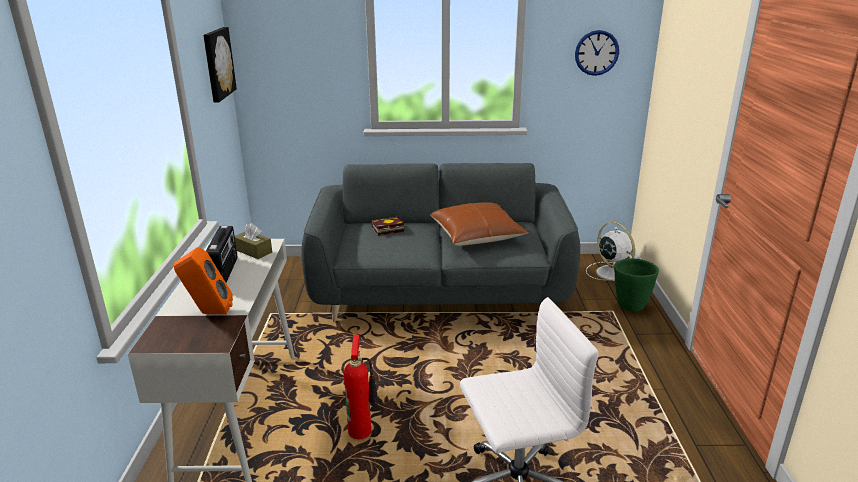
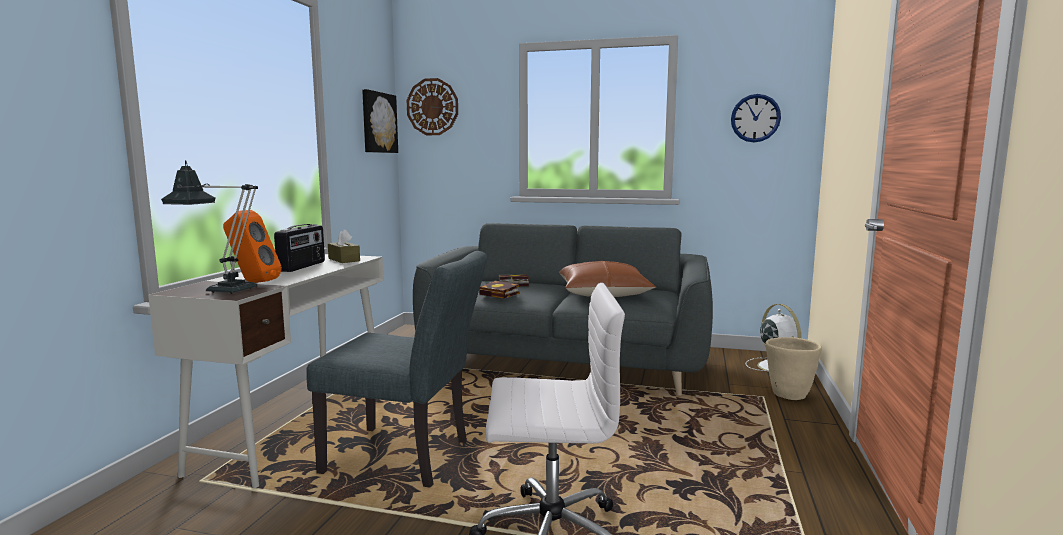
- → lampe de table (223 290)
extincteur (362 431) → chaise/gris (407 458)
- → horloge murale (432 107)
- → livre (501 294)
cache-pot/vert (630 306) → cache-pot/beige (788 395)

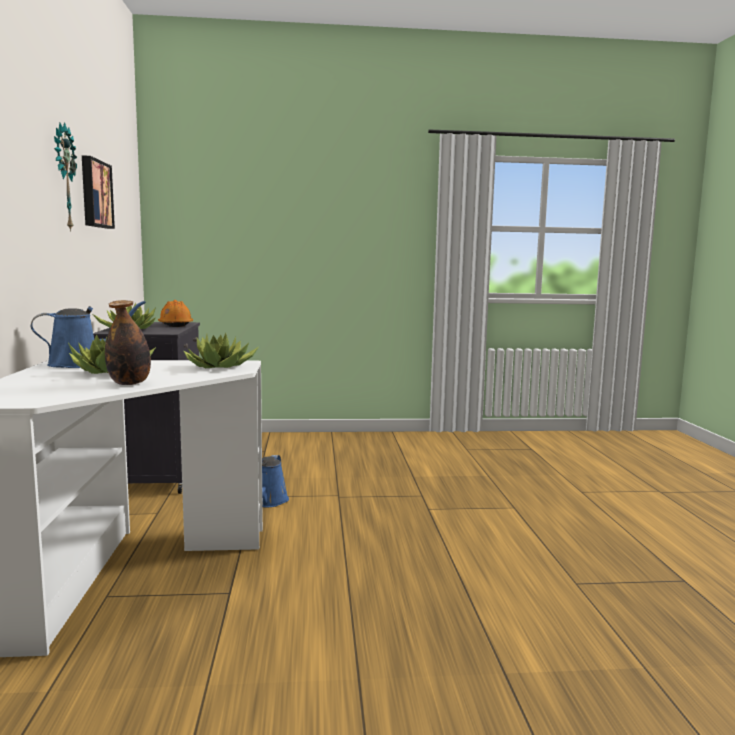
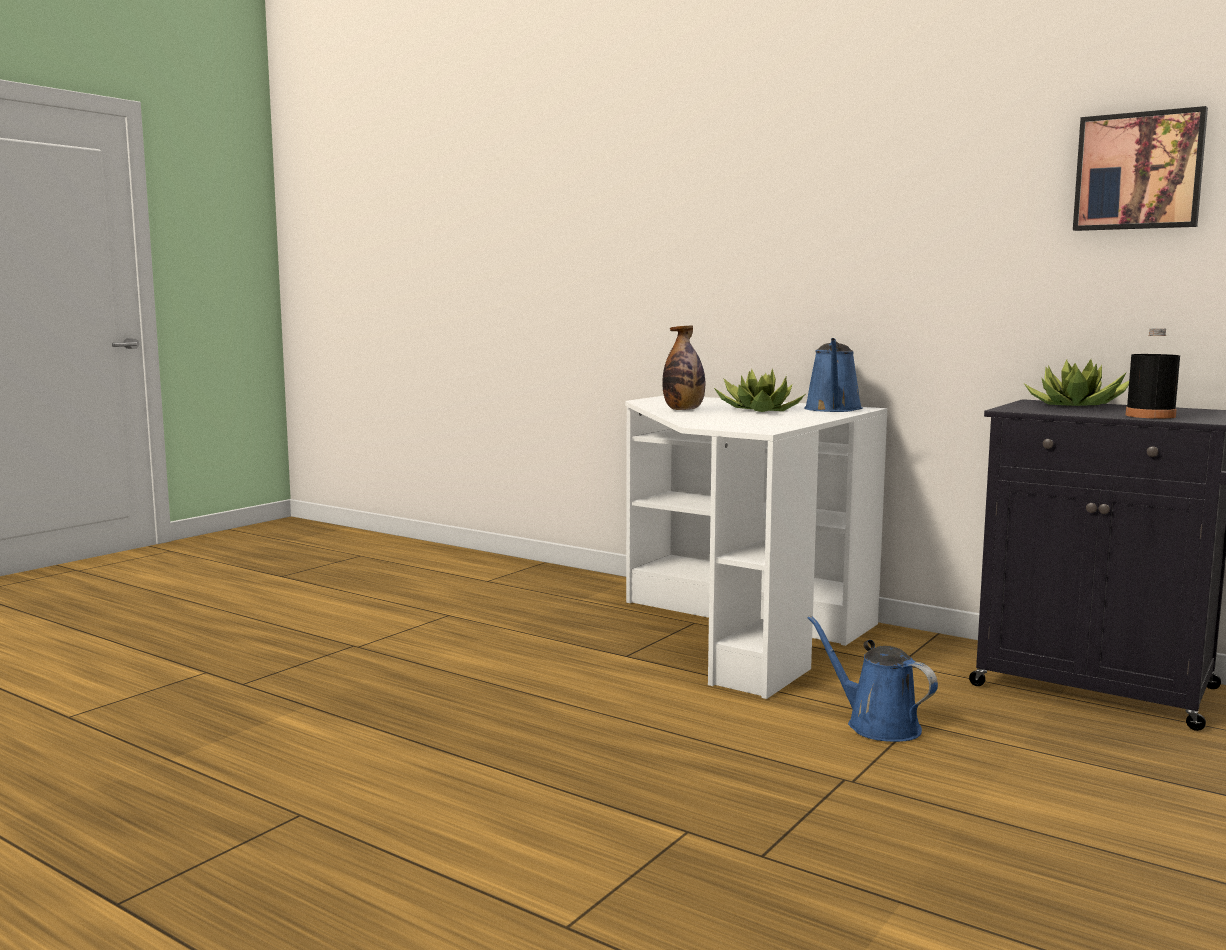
casque de chantier/orange (175 325) → bouteille/noir (1150 416)
horloge murale (62 177) → -
plante en pot (219 366) → -

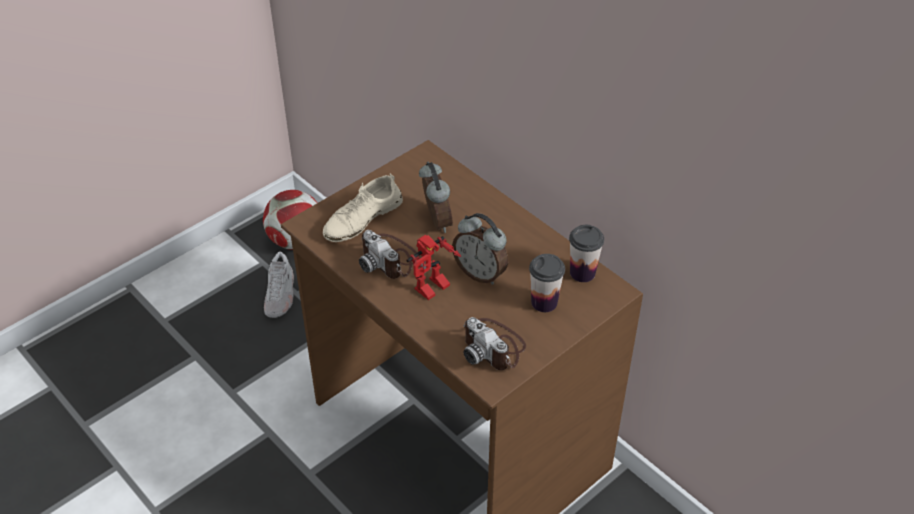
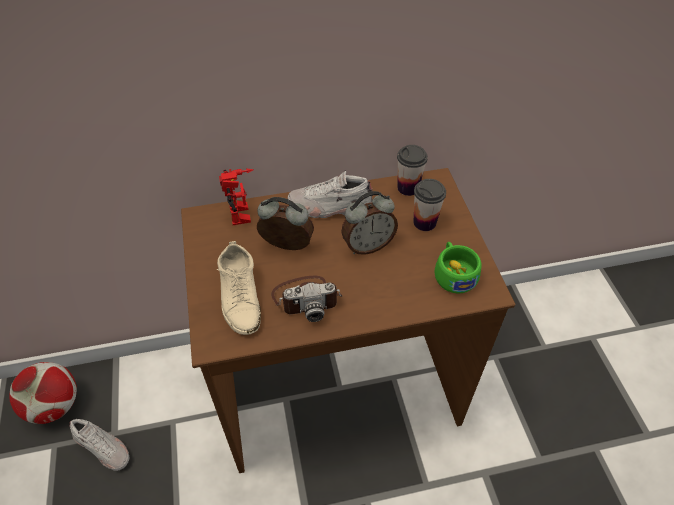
robot jouet (433 290) → robot jouet (244 215), moved
- → chaussure/blanc (330 207)
appareil photo (493 347) → tasse/vert (453 273)

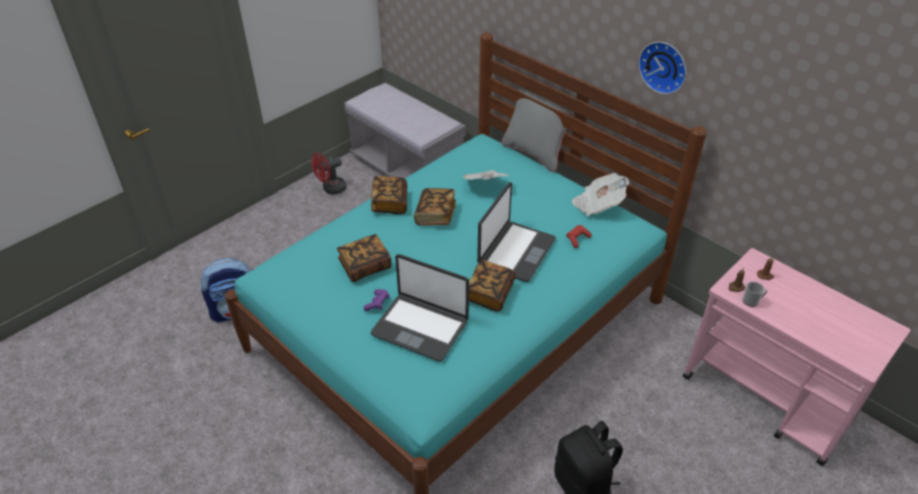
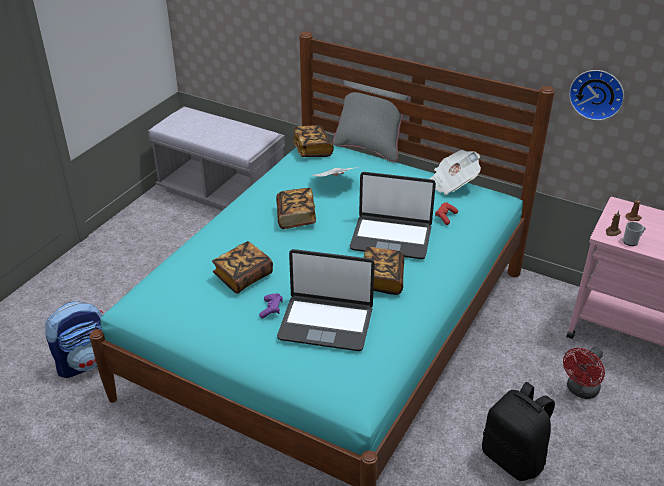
livre (389 203) → livre (312 150), moved
ordinateur portable (515 252) → ordinateur portable (391 237), 90 degrees clockwise
ventilateur/rouge (331 189) → ventilateur/rouge (580 390), moved
horloge murale (664 66) → horloge murale (597 93), moved

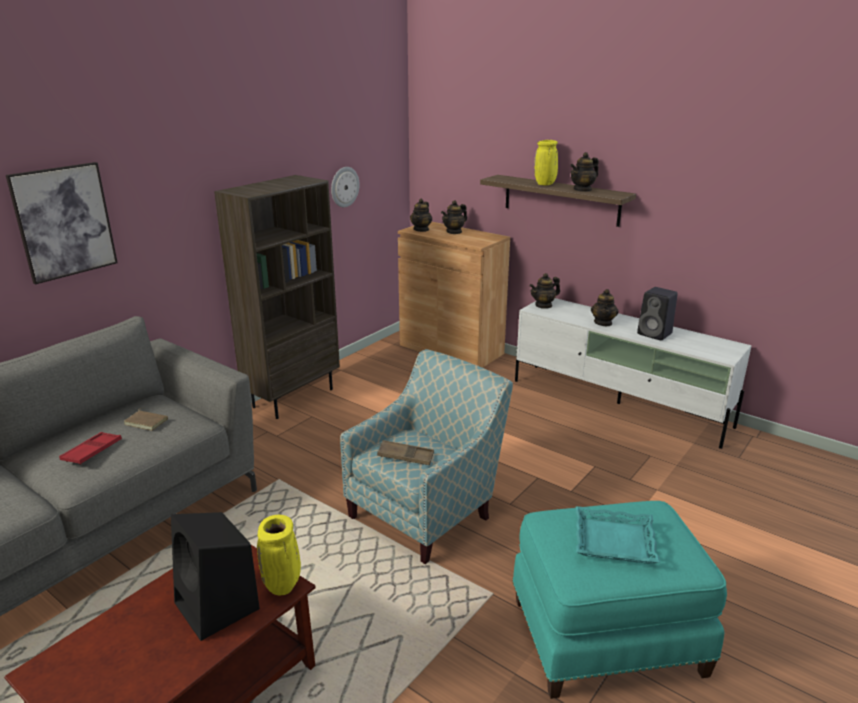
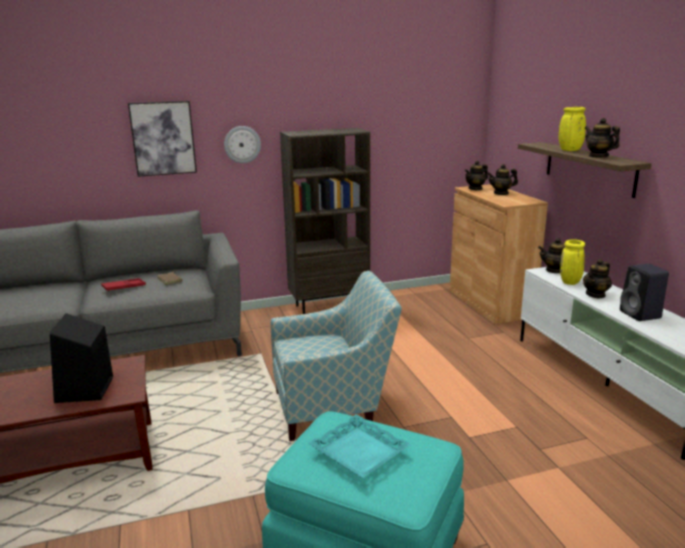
horloge murale (344 187) → horloge murale (242 144), moved
vase/jaune (283 586) → vase/jaune (570 283), moved
théière (582 189) → théière (598 156), 60 degrees clockwise
plateau/marron (405 456) → -

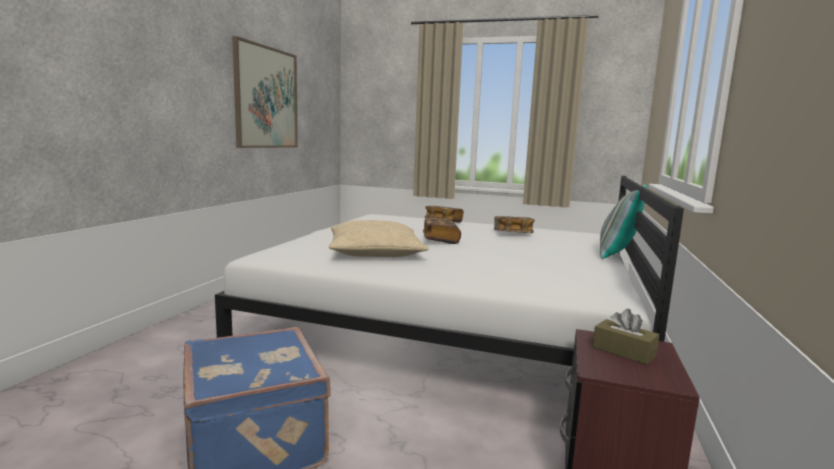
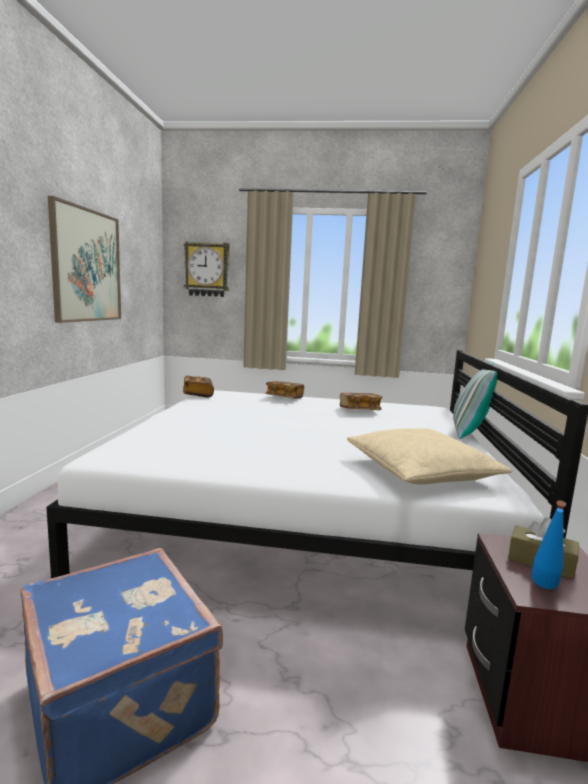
livre (440 240) → livre (198 394), moved
- → horloge murale (207 269)
coussin/beige (375 252) → coussin/beige (420 471), moved
- → bouteille/bleu (544 590)

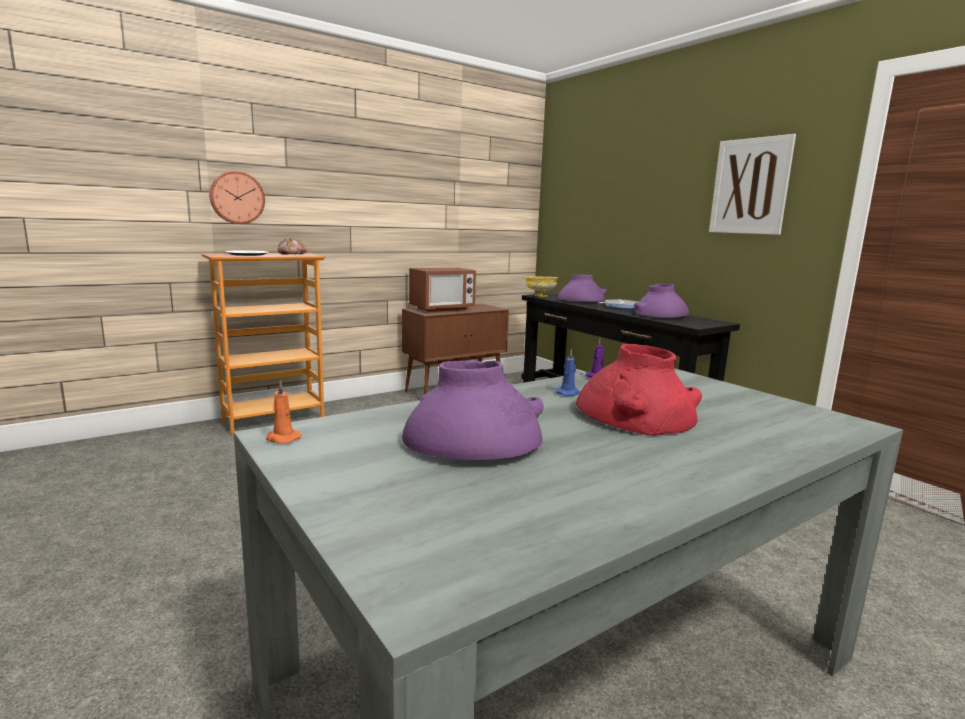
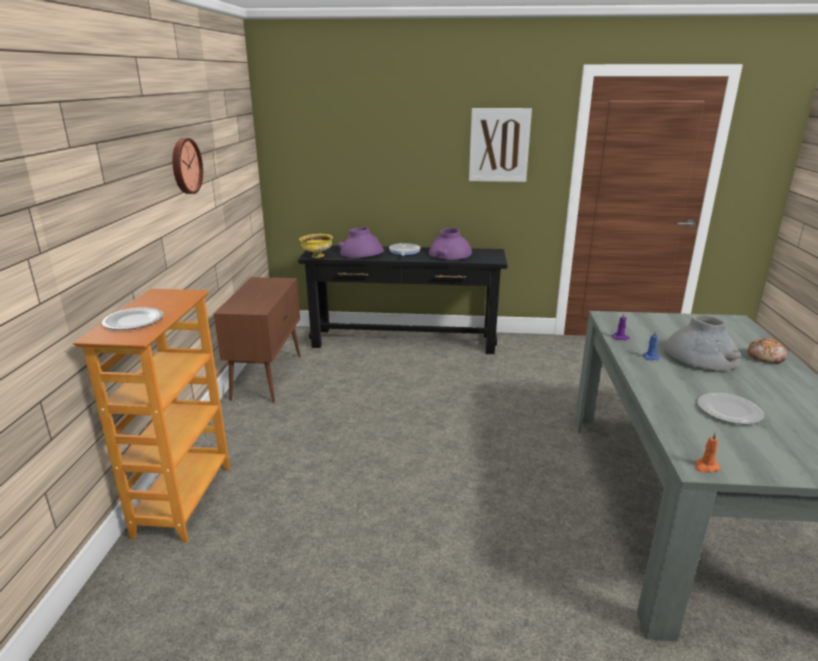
horloge murale (237 197) → horloge murale (185 166), moved
vase/rouge (636 414) → vase/gris (700 356)
vase/violet (472 439) → assiette (728 411)
pain (292 254) → pain (766 357), moved
micro-ondes (442 309) → -

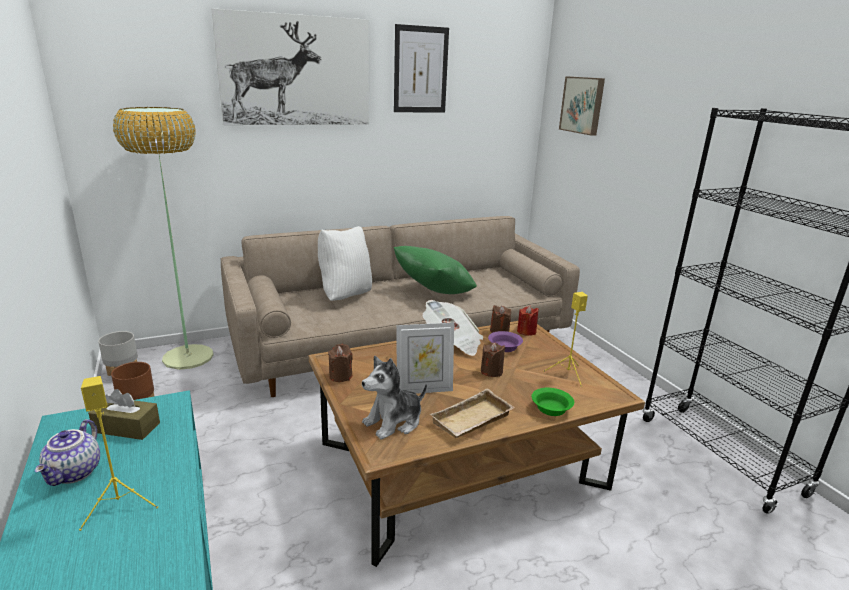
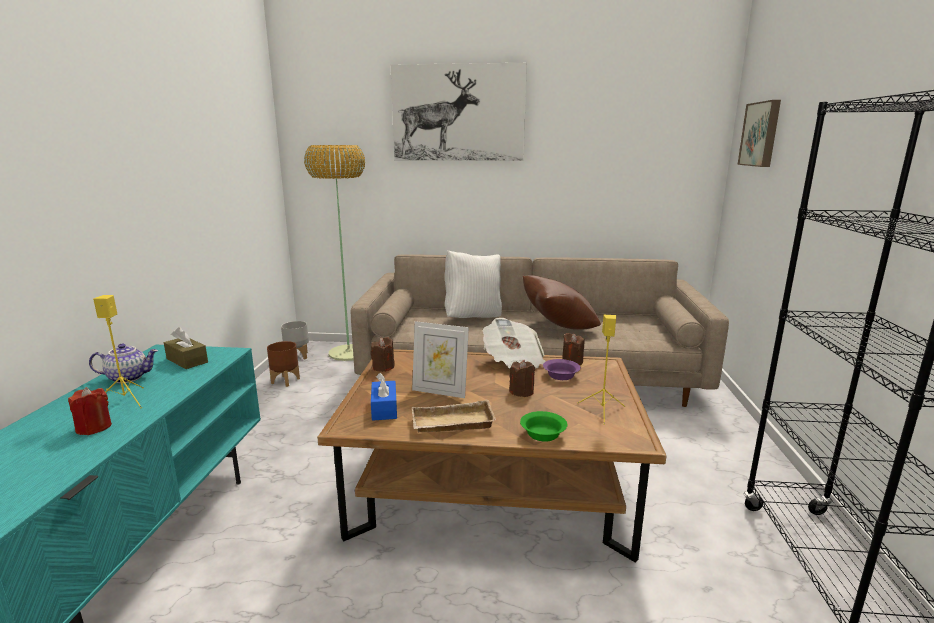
bougie/rouge (526 331) → bougie/rouge (94 428), moved
théière (75 473) → théière (129 377), 135 degrees counterclockwise
peluche (394 422) → boîte à mouchoirs/bleu (384 408)
coussin/vert (433 293) → coussin/marron (558 327)
tableau (420 70) → -

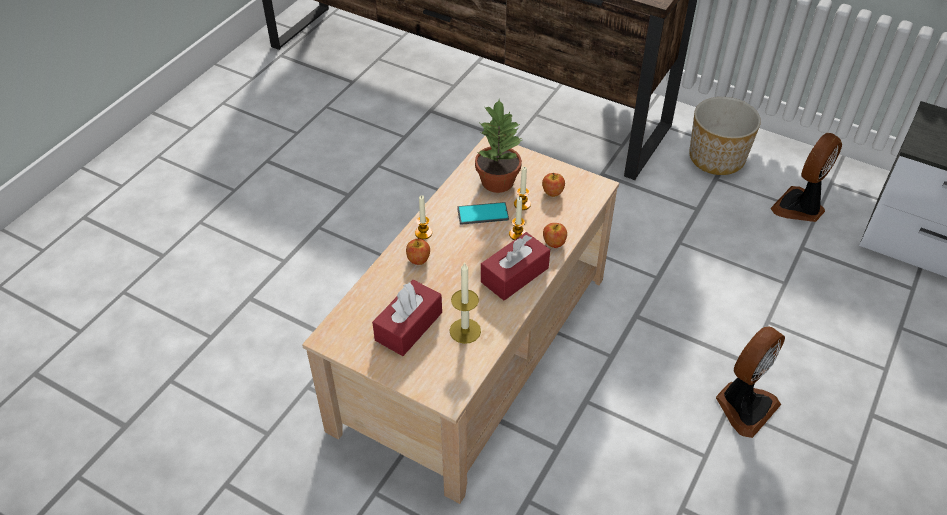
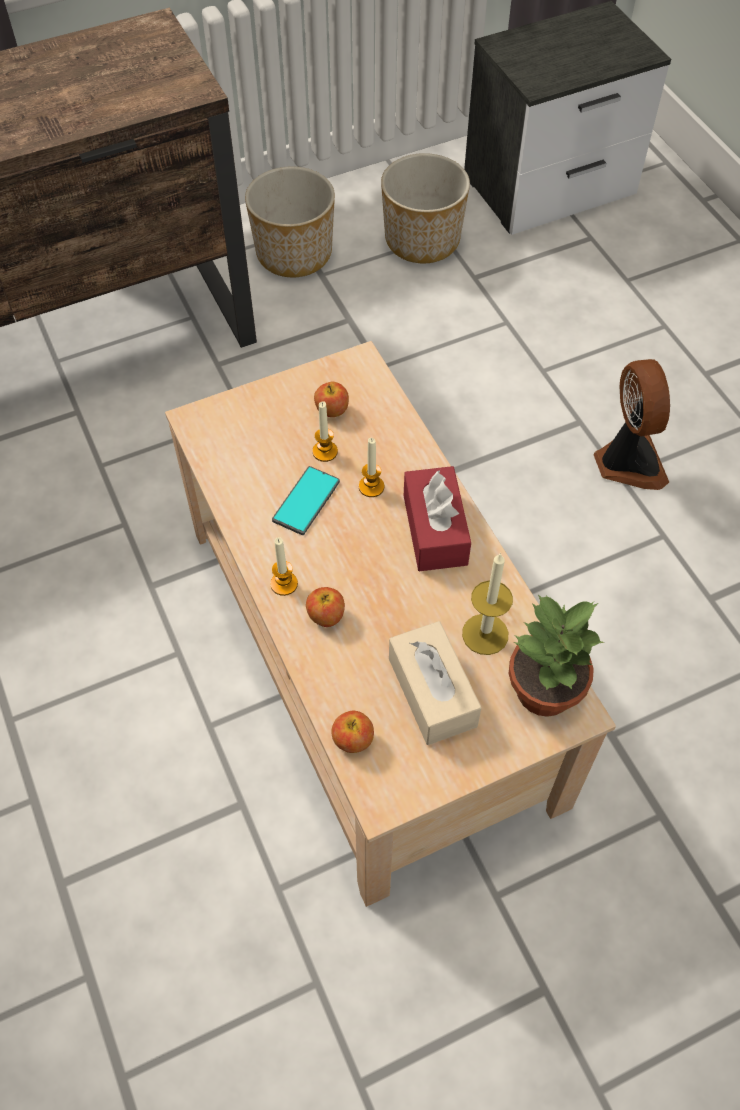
pomme (554 243) → pomme (352 740), moved
ventilateur (800 207) → cache-pot (423 240)
boîte à mouchoirs/rouge (408 326) → boîte à mouchoirs/beige (432 692)
plante en pot (497 181) → plante en pot (542 690), moved

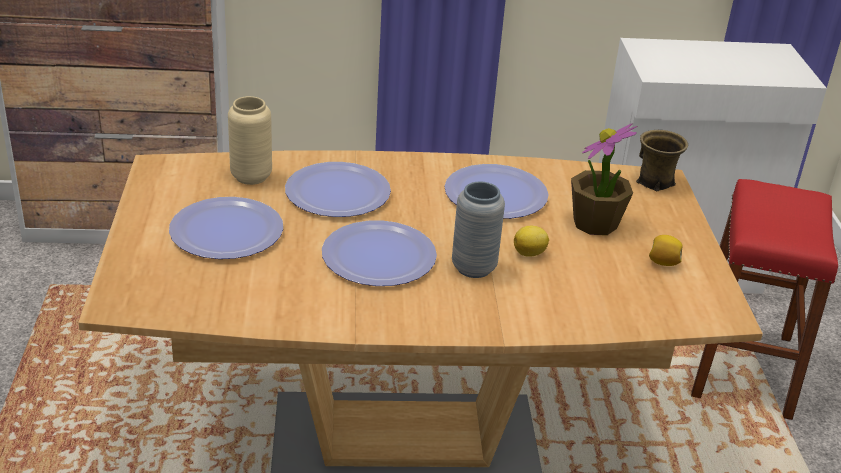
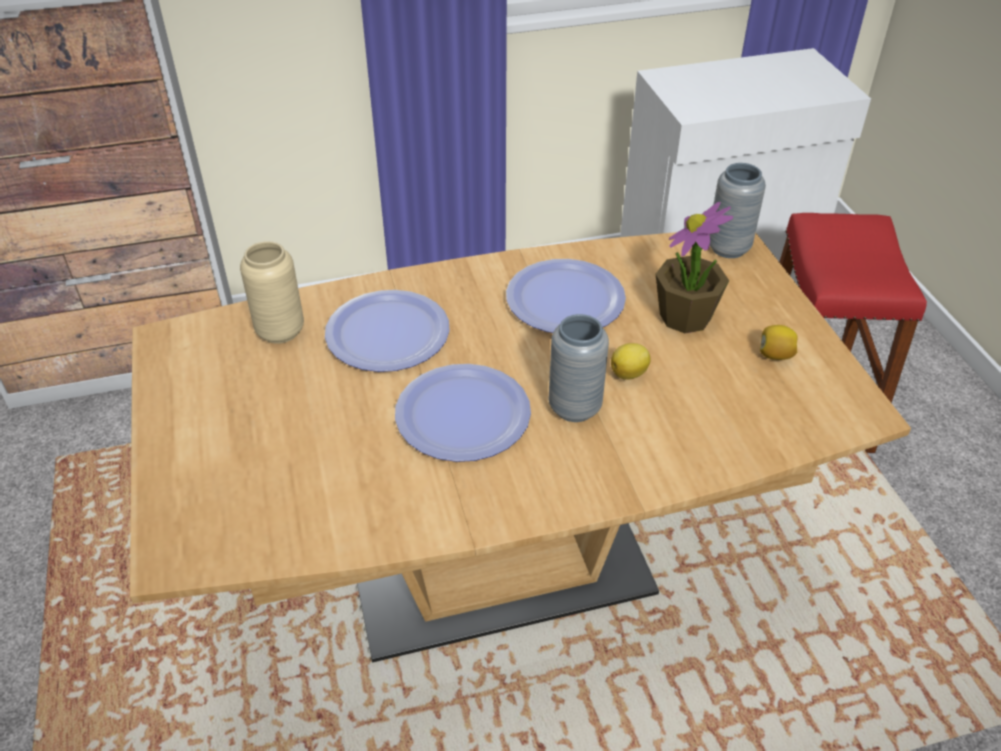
mug/marron (654 182) → vase/gris (728 248)
assiette (227 230) → -

